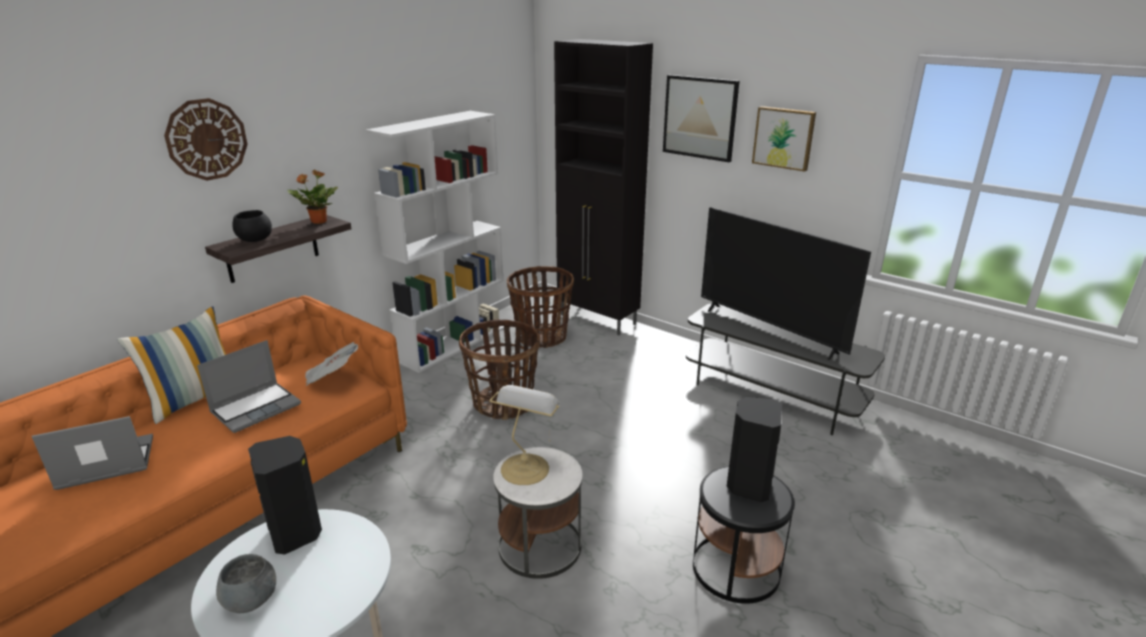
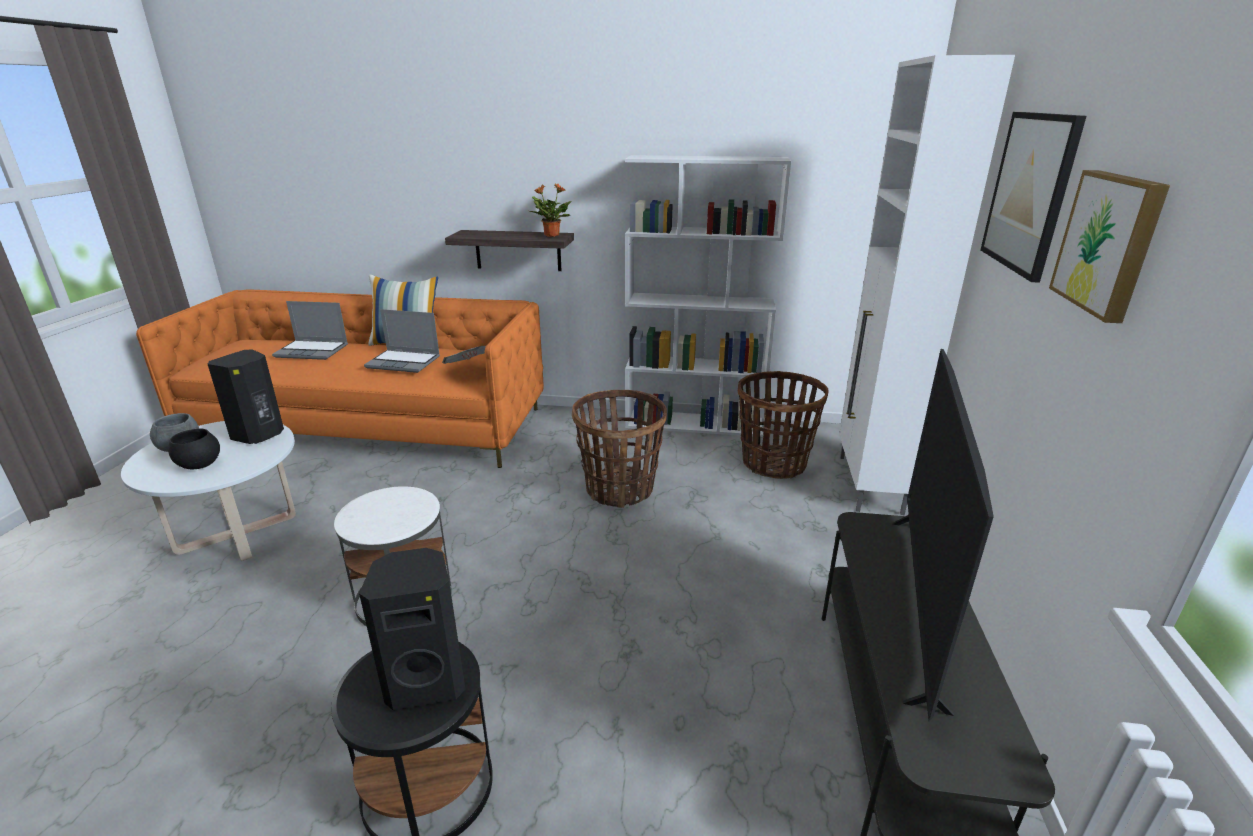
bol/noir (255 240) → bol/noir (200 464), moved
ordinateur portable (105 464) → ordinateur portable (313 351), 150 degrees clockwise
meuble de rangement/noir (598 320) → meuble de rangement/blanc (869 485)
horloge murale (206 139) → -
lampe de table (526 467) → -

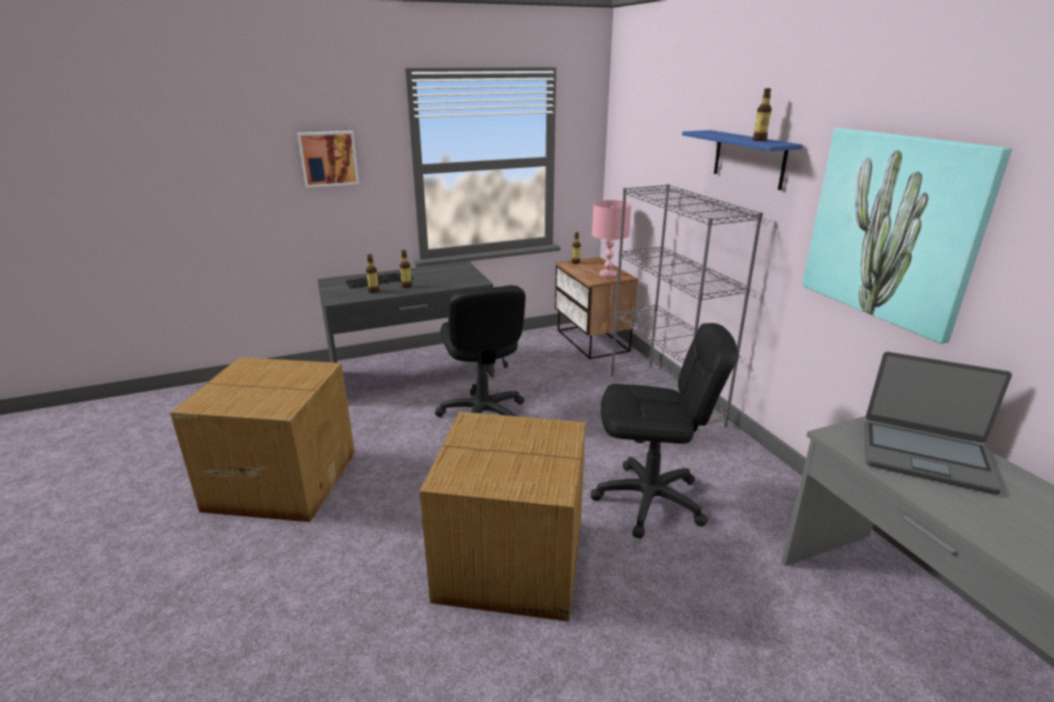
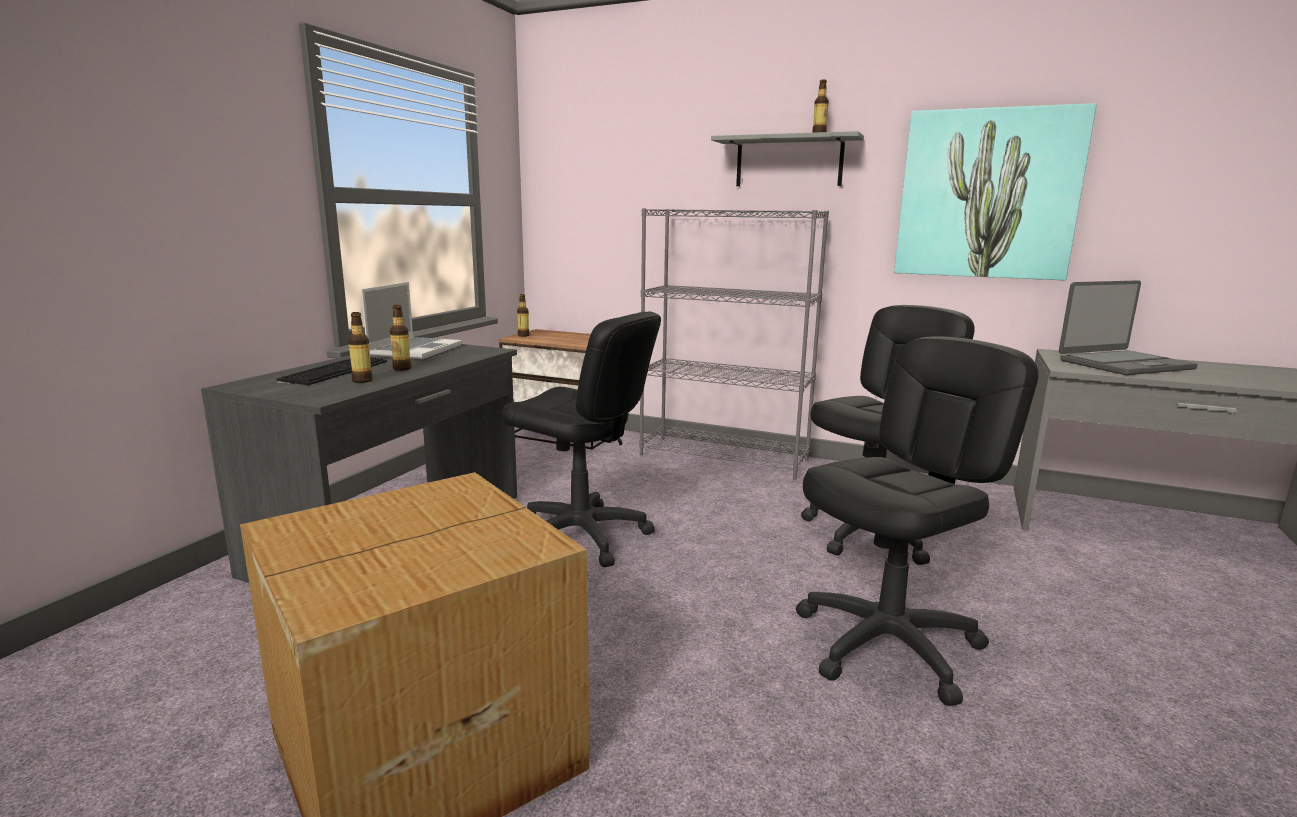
- → ordinateur portable (415 350)
étagère/bleu (749 159) → étagère/gris (789 162)
carton (513 562) → chaise de bureau/noir (888 645)
tableau (328 158) → -
lampe de table/rose (608 274) → -

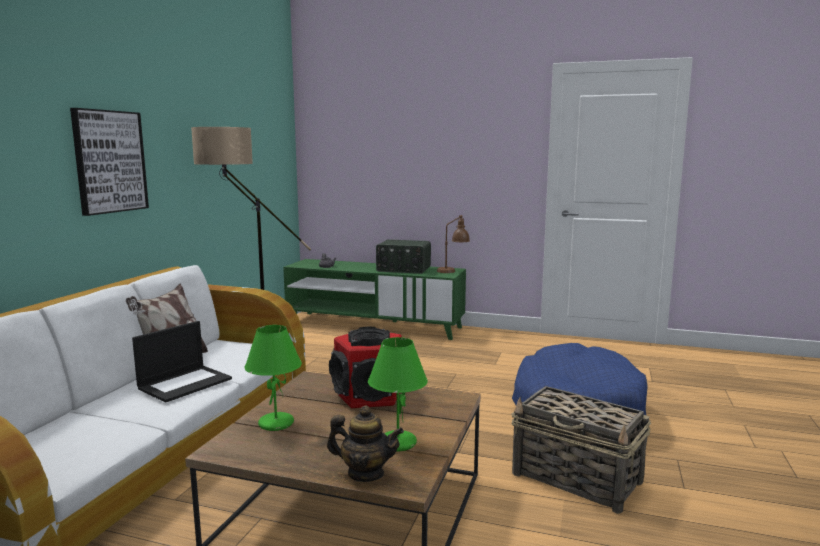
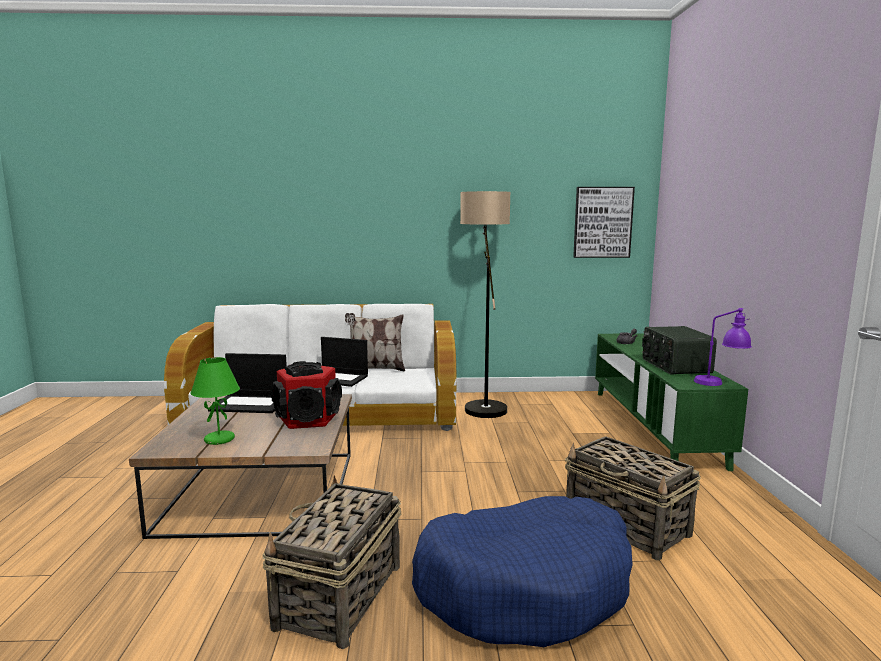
lampe de table/vert (276 423) → ordinateur portable (251 404)
- → panier (627 526)
tableau (109 161) → tableau (602 222), moved
lampe de table/marron (453 270) → lampe de table/violet (720 384)
théière (365 473) → -

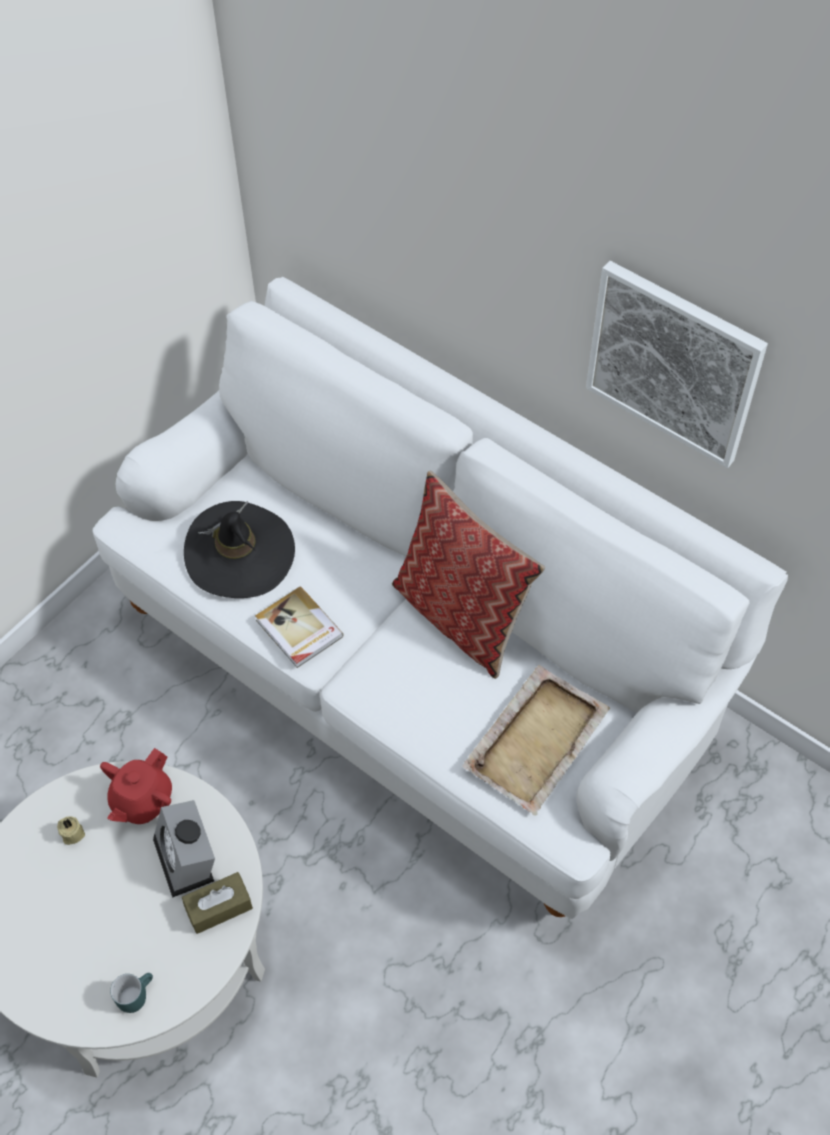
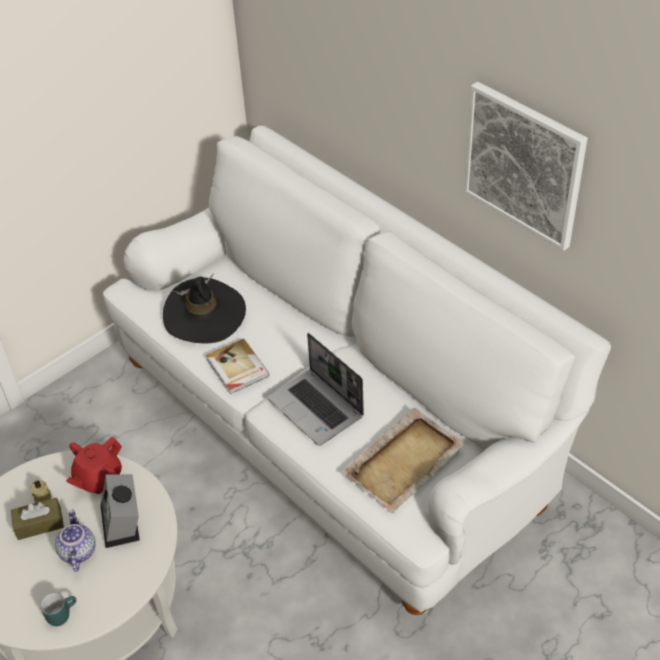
boîte à mouchoirs/marron (219 907) → boîte à mouchoirs/marron (39 524), moved
- → théière (77 551)
- → ordinateur portable (317 408)
coussin (461 616) → -

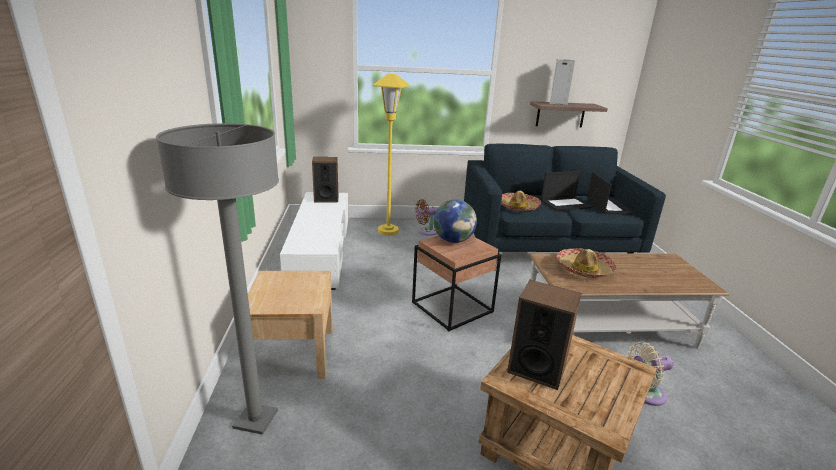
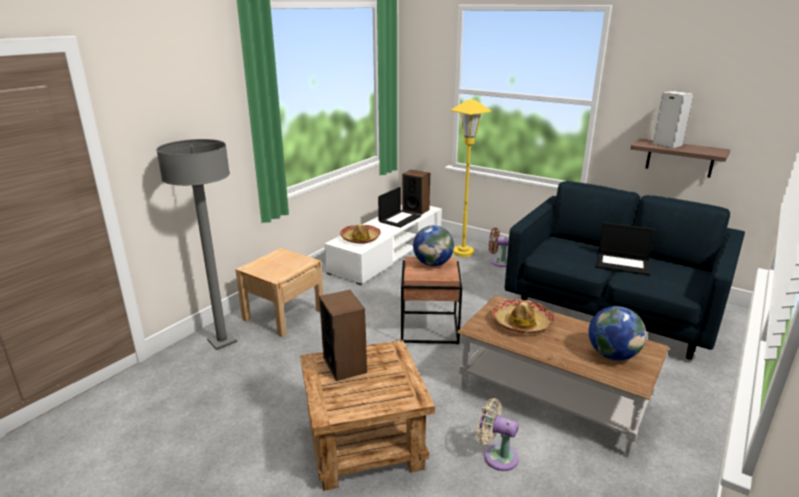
chapeau (517 206) → chapeau (360 238), moved
ordinateur portable (607 206) → ordinateur portable (399 219), moved
- → globe (612 355)

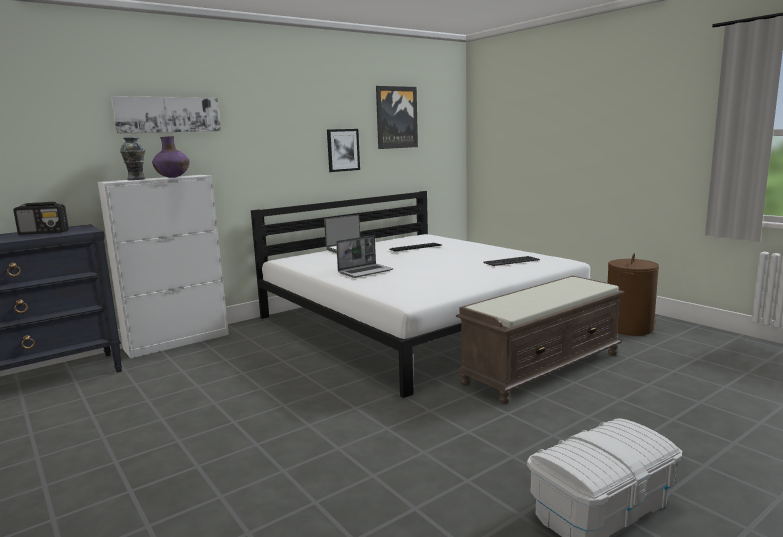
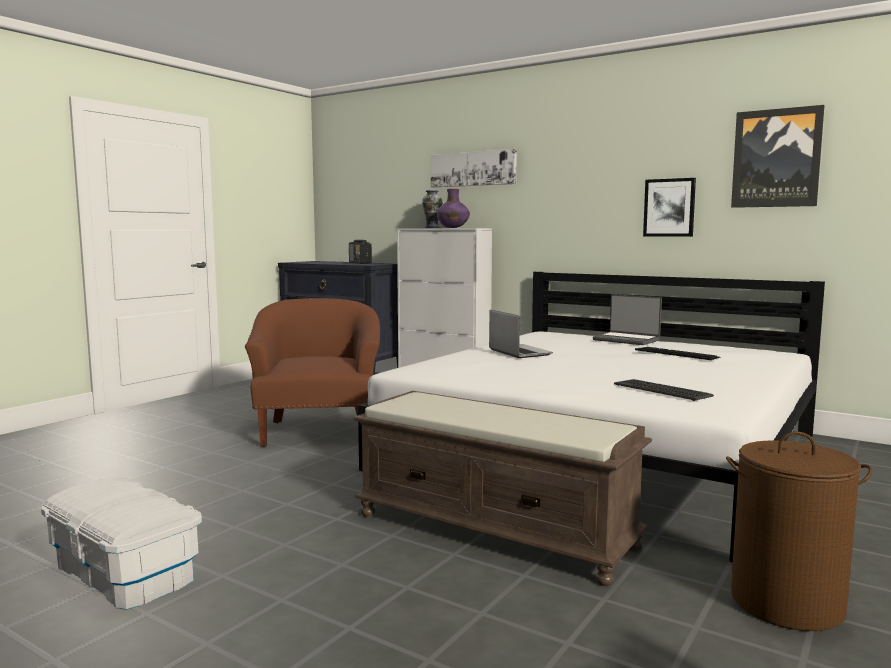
- → fauteuil/marron (318 430)
ordinateur portable (365 271) → ordinateur portable (518 352), 150 degrees counterclockwise

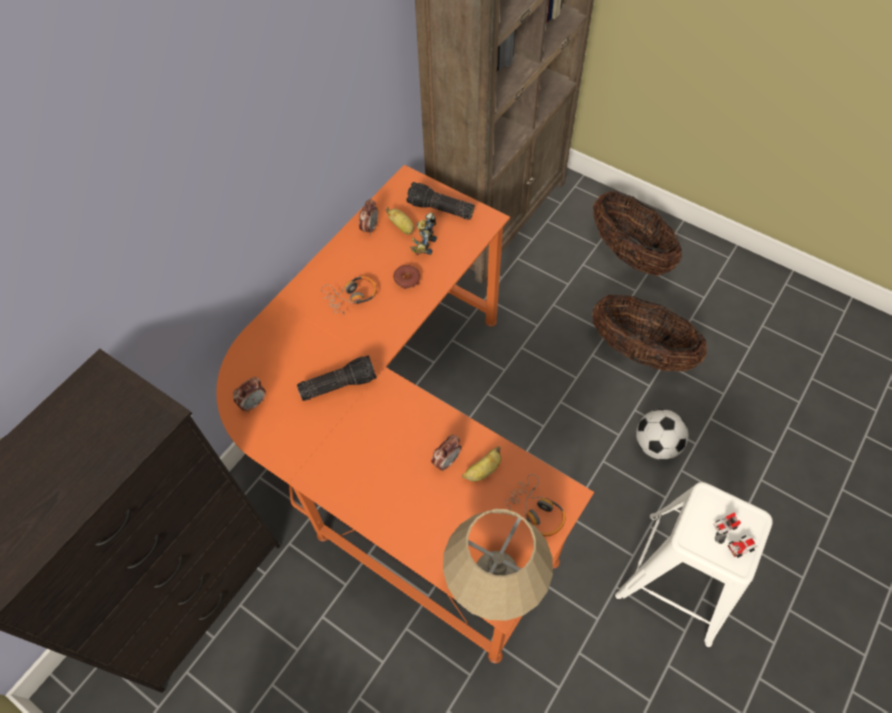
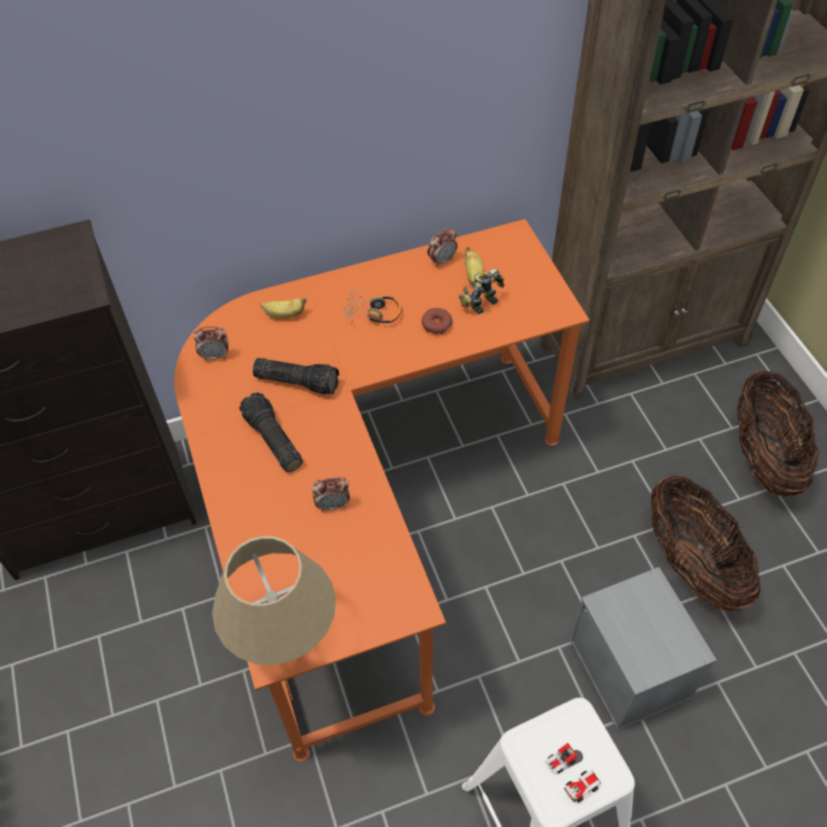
lampe de poche (439 209) → lampe de poche (272 440), moved
banane (483 471) → banane (284 315), moved
petite voiture (733 537) → petite voiture (572 774), 45 degrees counterclockwise
ballon de foot (656 444) → boîte de rangement/gris (631 669)
casque audio (535 511) → -

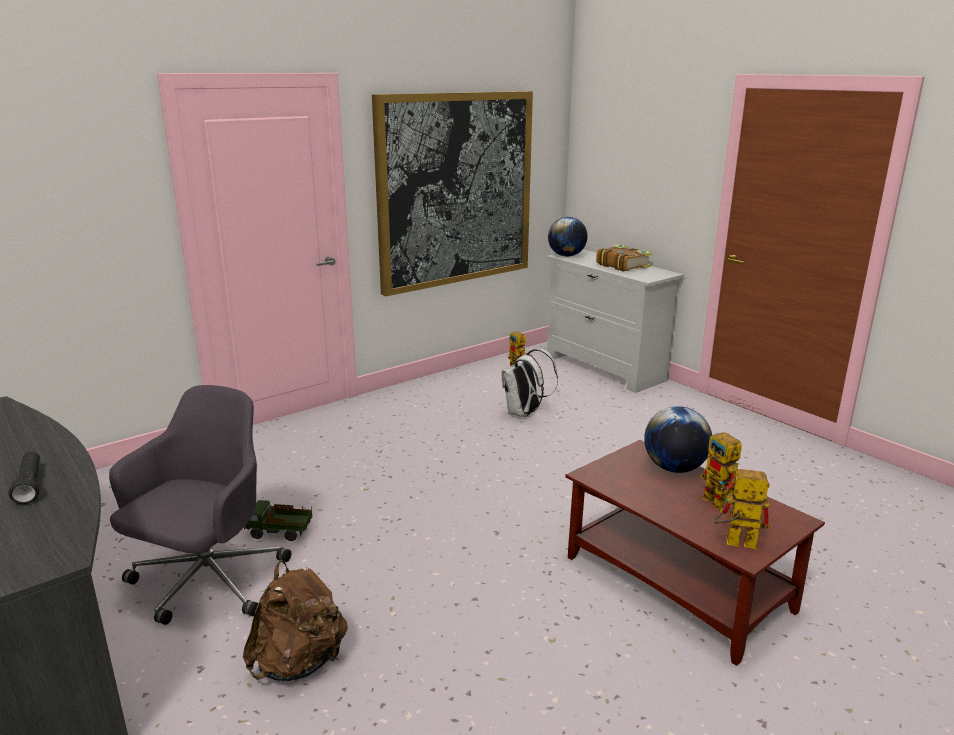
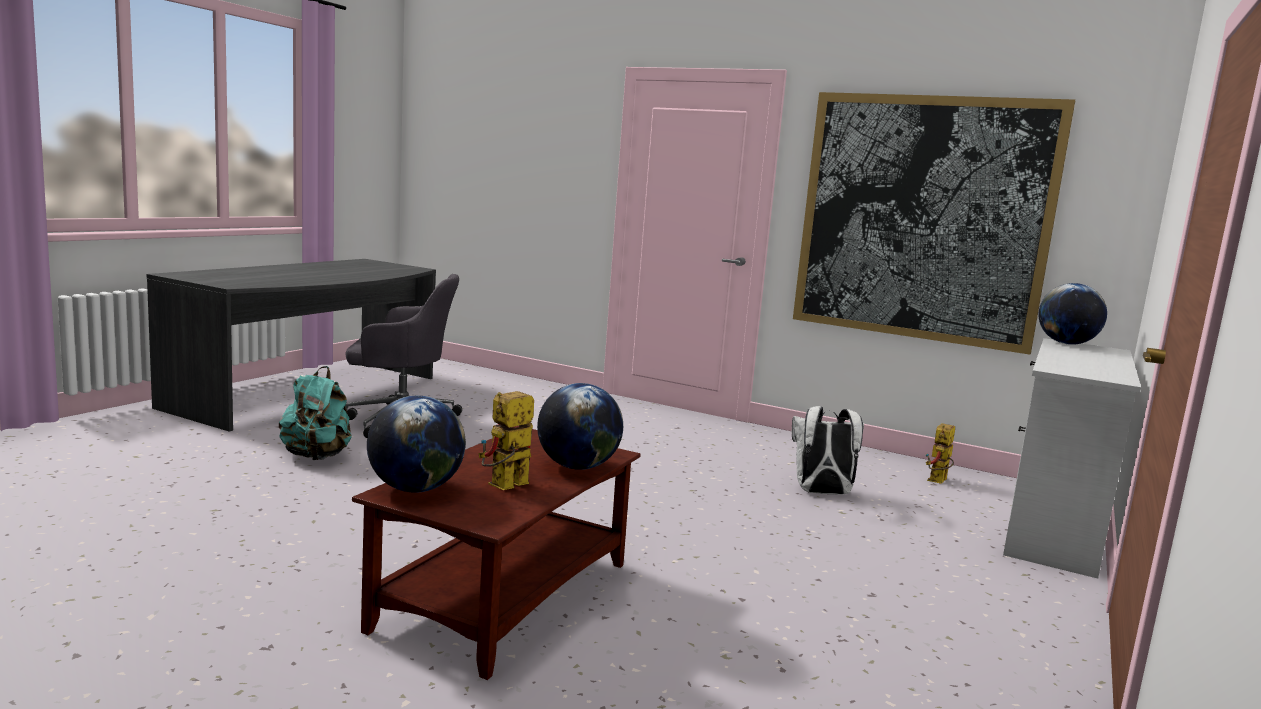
sac à dos/marron (299 663) → sac à dos/turquoise (316 457)
robot jouet (733 543) → globe (415 489)
lampe de poche/noir (30 486) → -
camion jouet (280 533) → -
livre (622 265) → -

